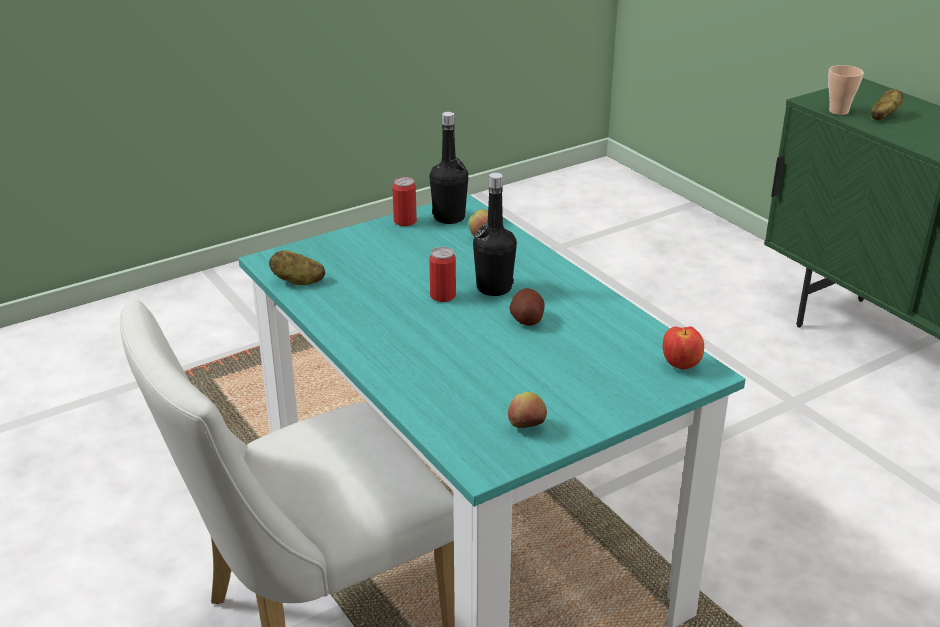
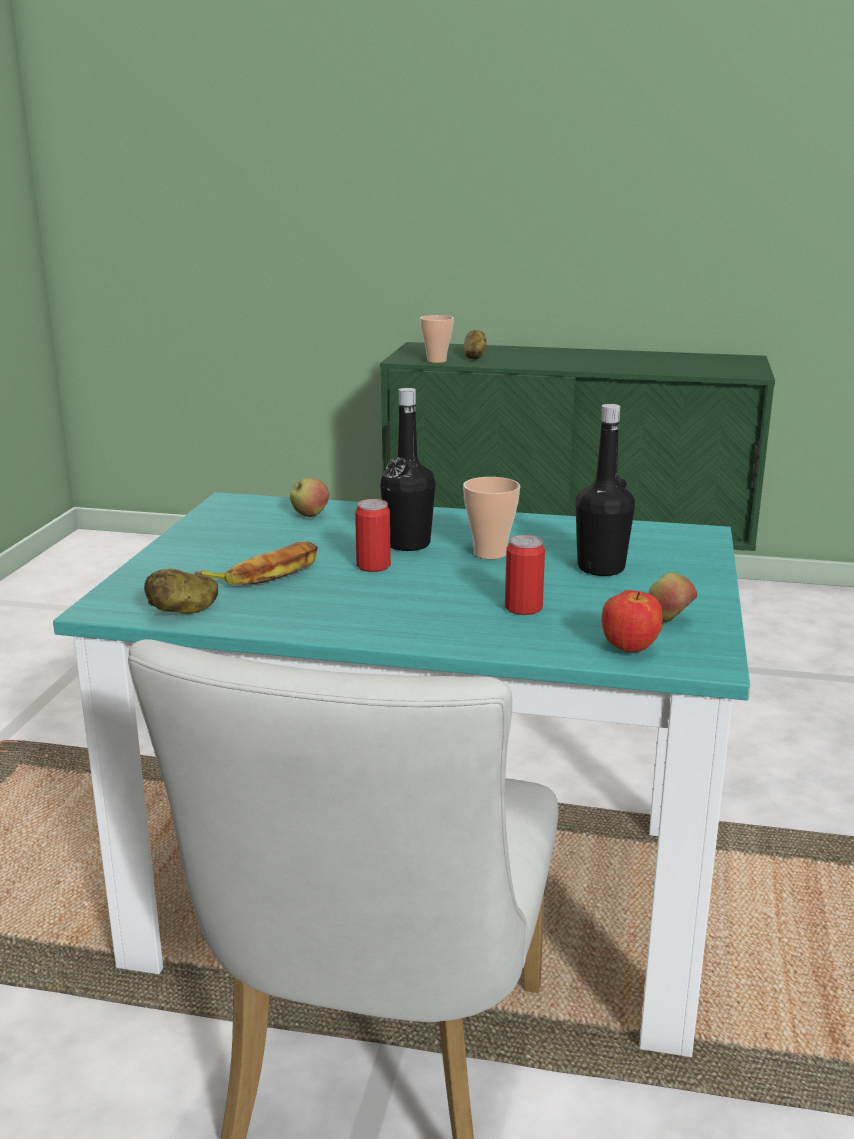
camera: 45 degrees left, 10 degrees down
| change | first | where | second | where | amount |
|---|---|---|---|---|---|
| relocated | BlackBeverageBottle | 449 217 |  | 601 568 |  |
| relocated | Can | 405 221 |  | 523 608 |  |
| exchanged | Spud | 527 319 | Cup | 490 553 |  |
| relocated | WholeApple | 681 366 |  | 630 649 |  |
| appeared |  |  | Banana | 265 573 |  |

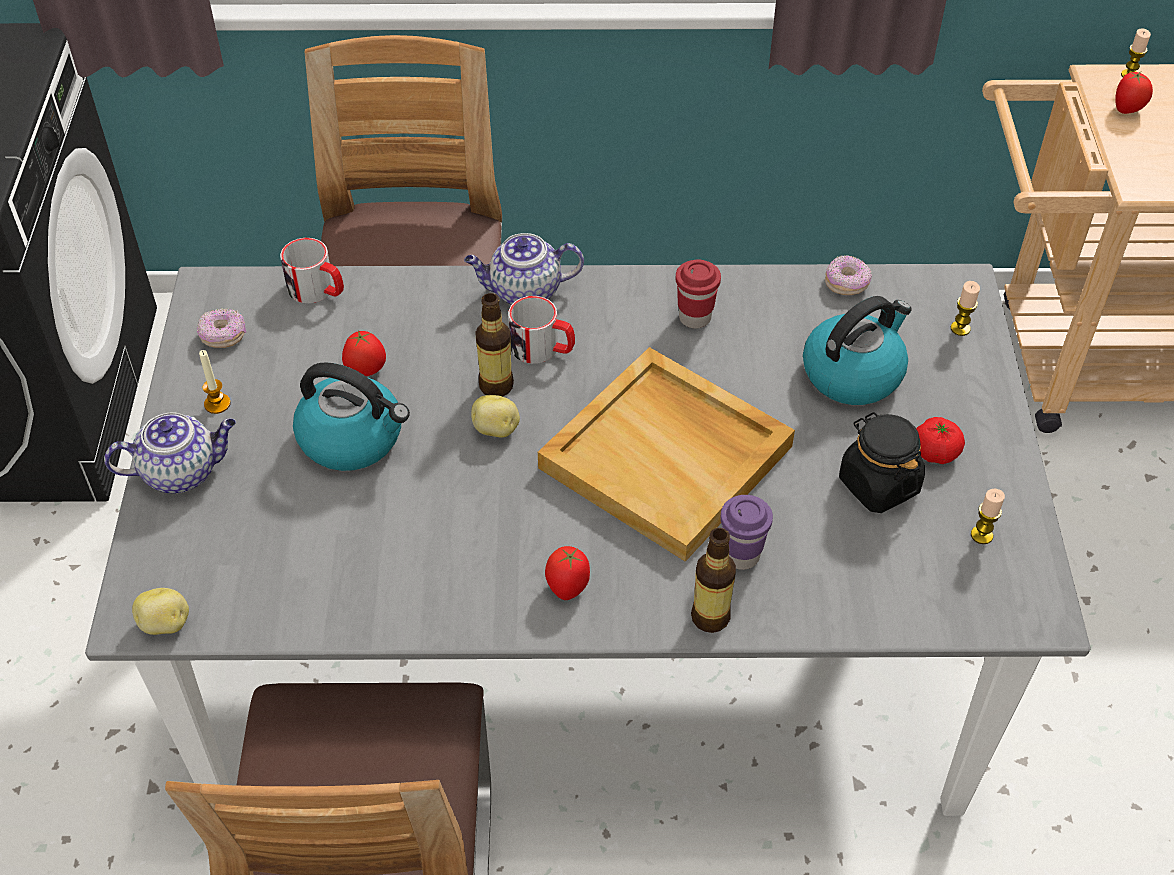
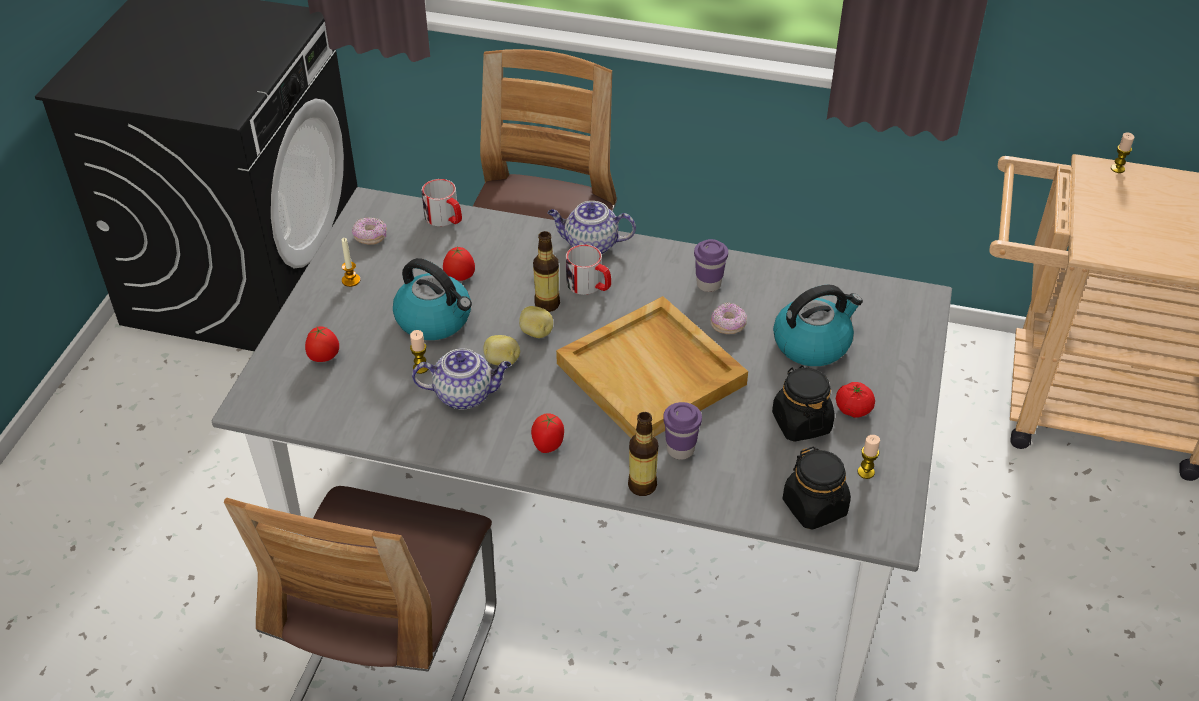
camera: 15 degrees right, 5 degrees down
| change | first | where | second | where | amount |
|---|---|---|---|---|---|
| relocated | WholeTomato | 1127 110 |  | 324 358 |  |
| relocated | RingDoughnut | 846 284 |  | 728 325 |  |
| colour | ReddishCup | 695 318 | PurpleCup | 708 284 |  |
| relocated | WaxCandle | 960 328 |  | 420 368 |  |
| relocated | PotForTea | 182 471 |  | 465 394 |  |
| relocated | Spud | 166 624 |  | 502 361 |  |
| appeared |  |  | BlackPreserveJar | 815 507 |  |

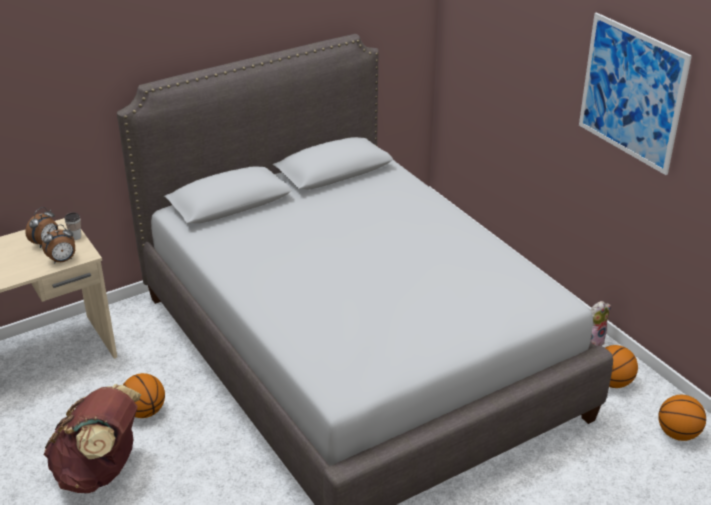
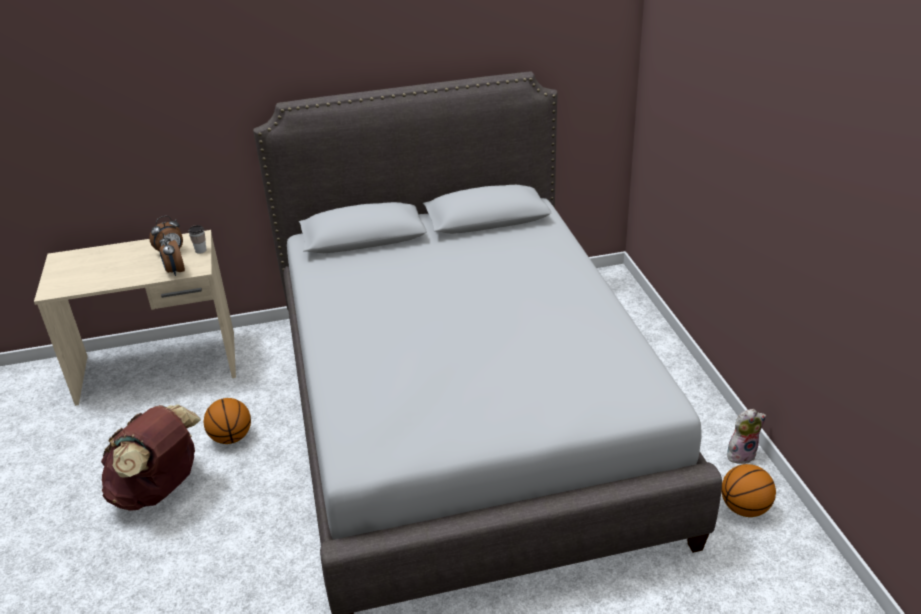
camera: 20 degrees right, 0 degrees up
| change | first | where | second | where | amount |
|---|---|---|---|---|---|
| missing | WallPicture | 631 92 |  |  |  |
| spun | BedsideClock | 62 260 |  | 174 271 | 75 degrees clockwise |
| missing | BallForBasketball | 678 434 |  |  |  |

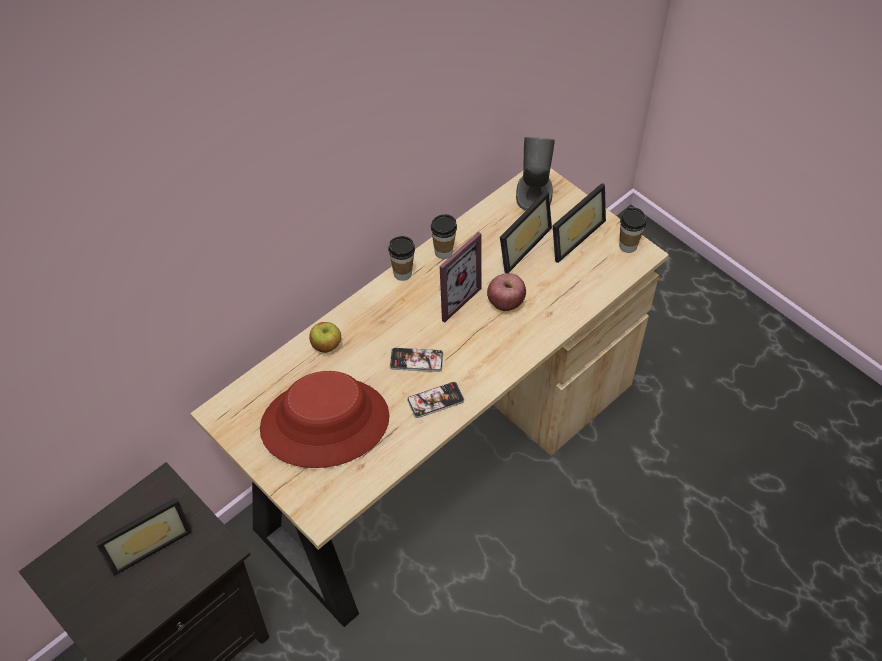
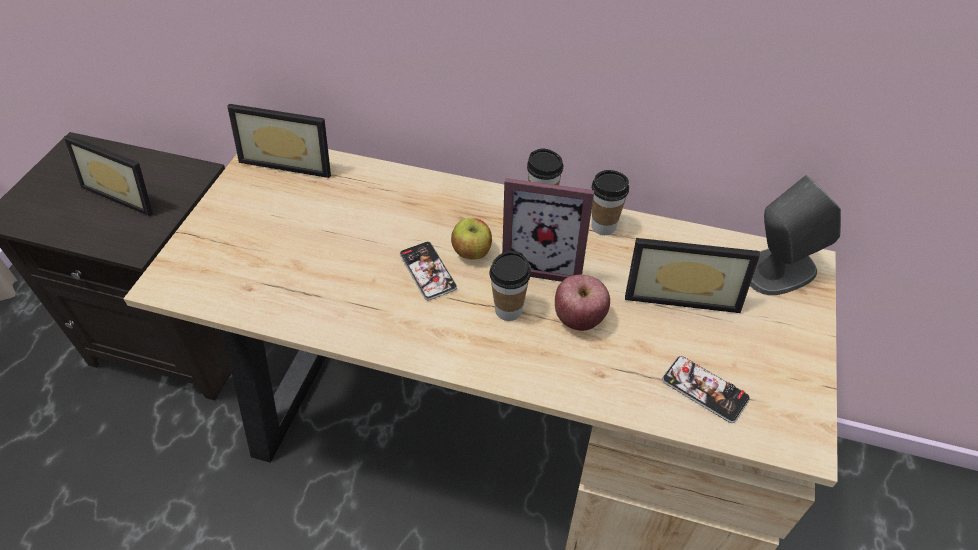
camera: 60 degrees right, 5 degrees down
| change | first | where | second | where | amount |
|---|---|---|---|---|---|
| relocated | StandingFrame | 571 234 |  | 291 159 |  |
| relocated | Cup | 628 246 |  | 508 310 |  |
| relocated | WholeApple | 326 345 |  | 472 252 |  |
| missing | ReddishHat | 325 423 |  |  |  |
| relocated | Phone | 435 400 |  | 705 389 |  |

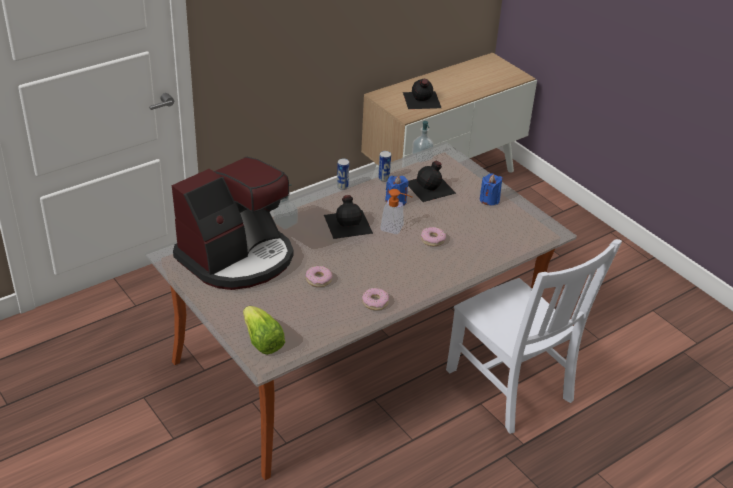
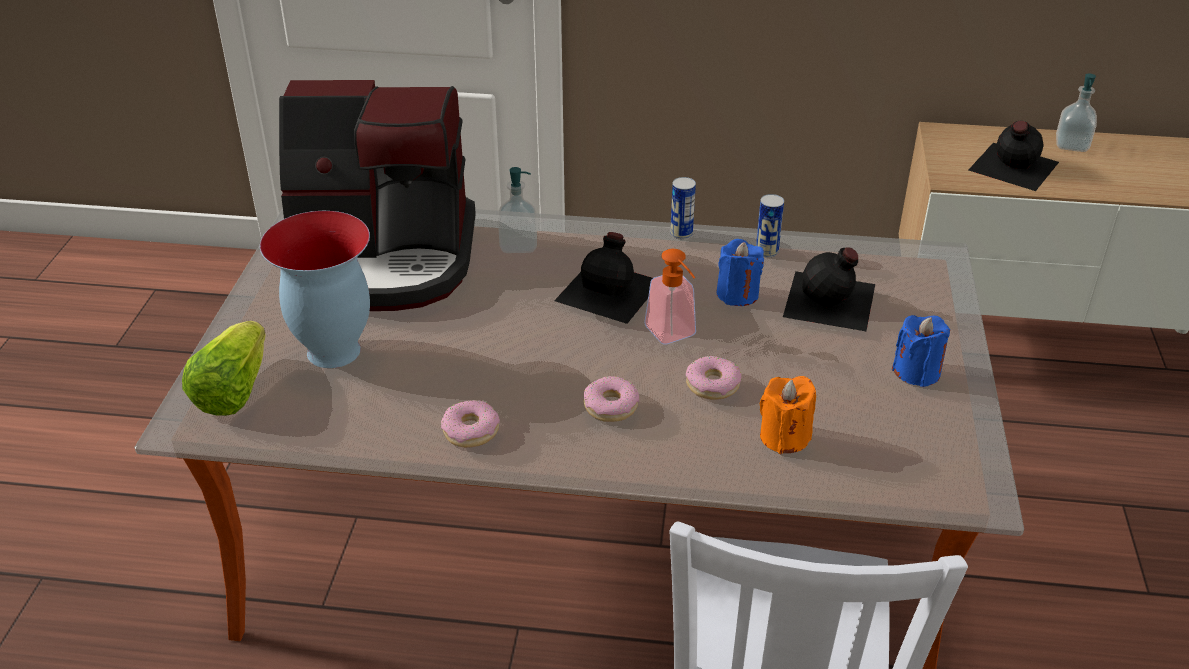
camera: 45 degrees right, 0 degrees up
| change | first | where | second | where | amount |
|---|---|---|---|---|---|
| relocated | LiquidSoapBottle | 422 158 |  | 1071 145 |  |
| relocated | RingDoughnut | 318 280 |  | 610 406 |  |
| appeared |  |  | FlowerVase | 333 352 |  |
| appeared |  |  | OrangeWaxCandle | 784 437 |  |

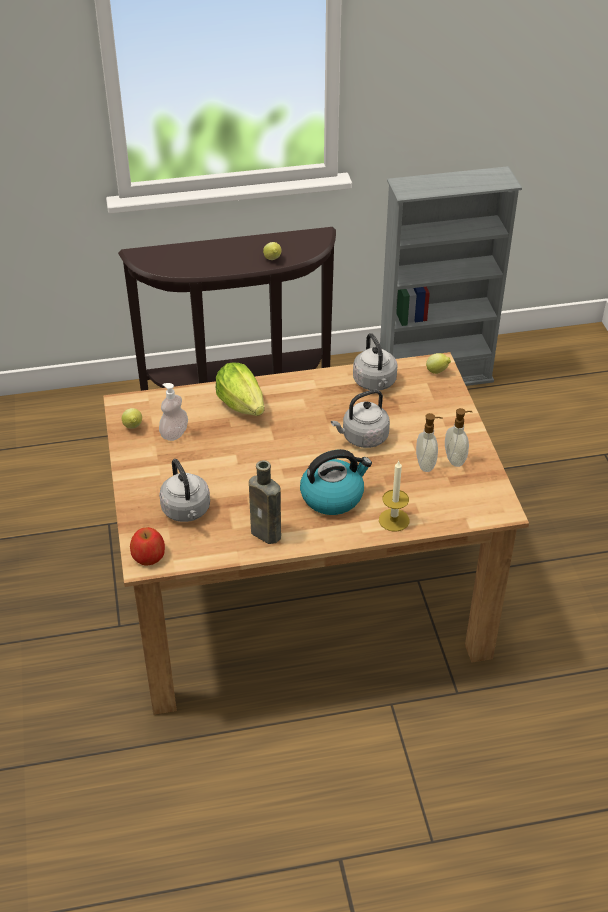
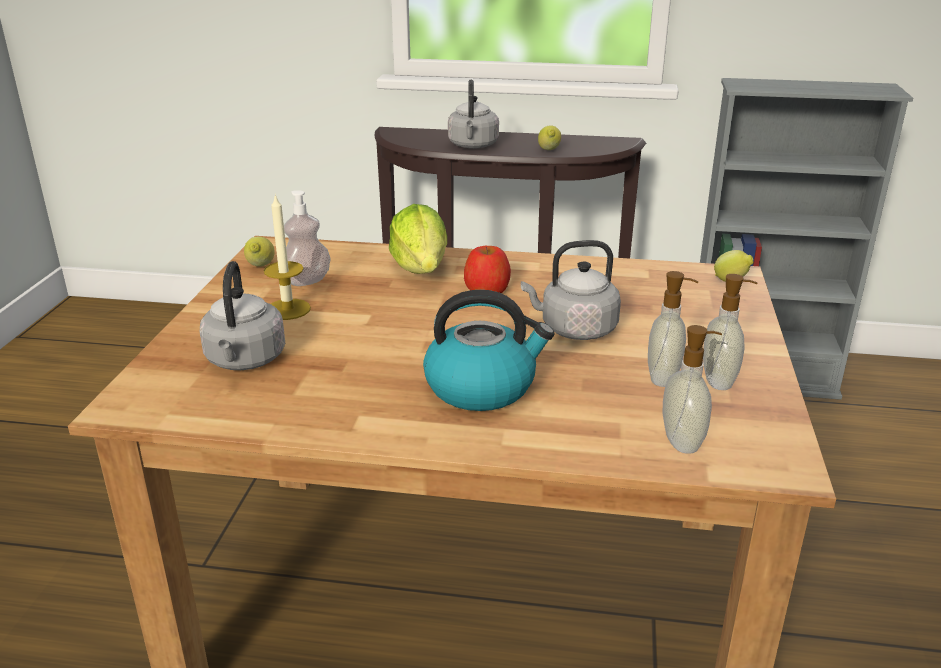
camera: 20 degrees right, 15 degrees down
| change | first | where | second | where | amount |
|---|---|---|---|---|---|
| relocated | GrayTeaKettle | 375 383 |  | 473 146 |  |
| missing | BrownColouredBeverageBottle | 267 534 |  |  |  |
| relocated | WaxCandle | 394 520 |  | 288 309 |  |
| relocated | WholeApple | 148 556 |  | 487 289 |  |
| appeared |  |  | LiquidSoapBottle | 683 441 |  |

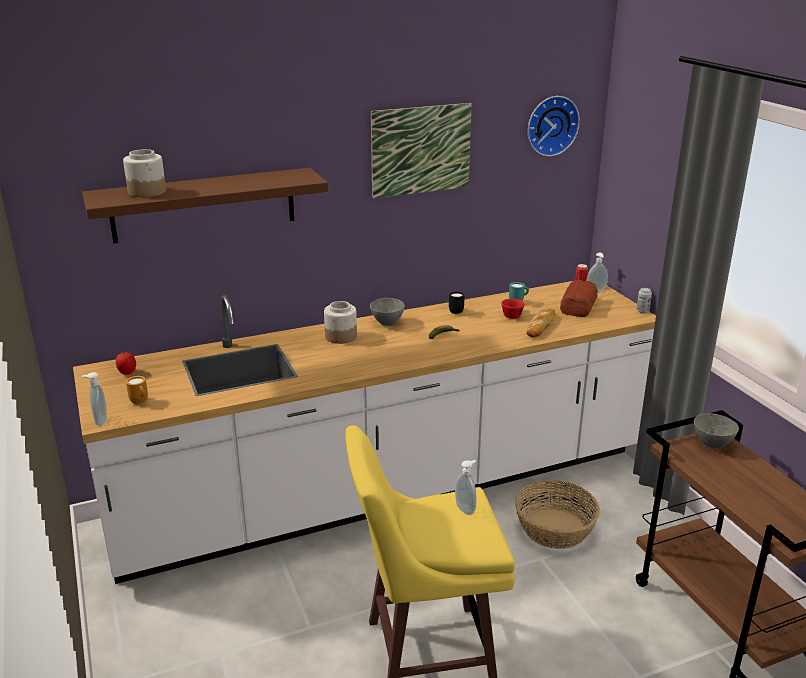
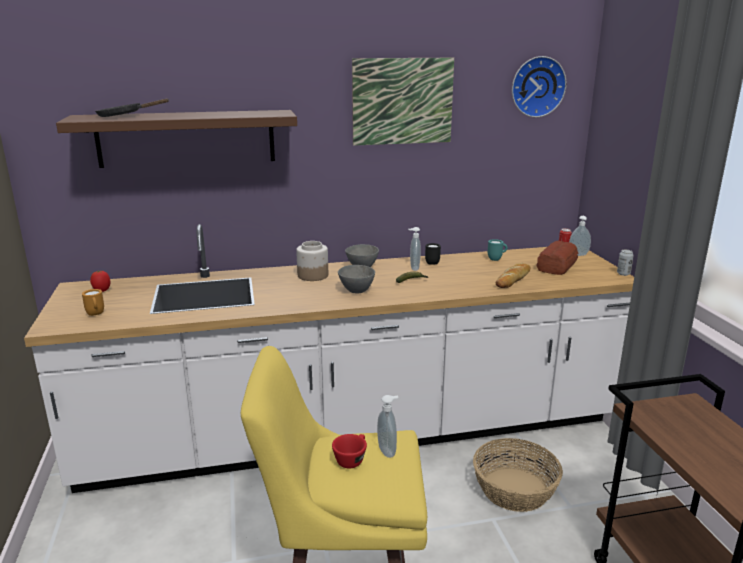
camera: 10 degrees right, 5 degrees down
| change | first | where | second | where | amount |
|---|---|---|---|---|---|
| exchanged | PreserveJar | 147 192 | BlackFryingPan | 124 116 |  |
| relocated | ReddishCup | 512 315 |  | 351 459 |  |
| relocated | LiquidSoapBottle | 99 421 |  | 413 268 |  |
| relocated | GrayServingBowl | 711 444 |  | 356 291 |  |

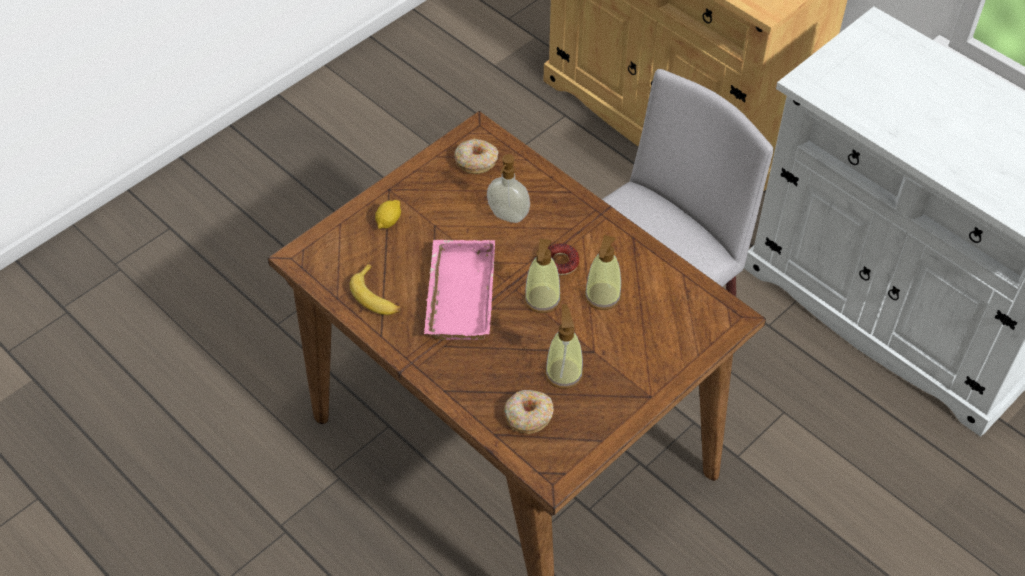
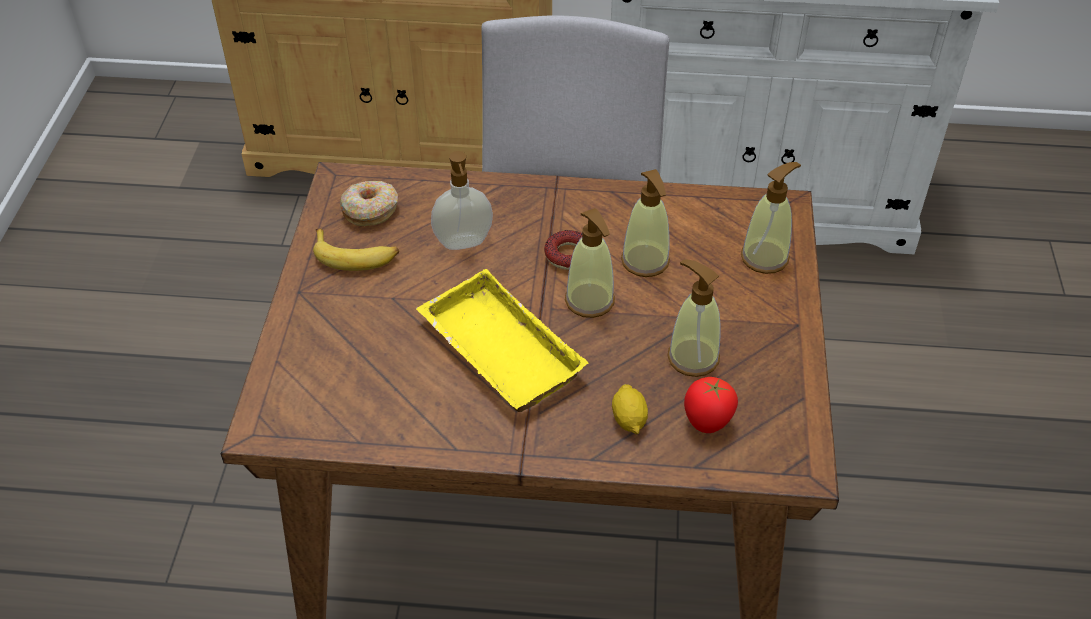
camera: 40 degrees left, 5 degrees down
| change | first | where | second | where | amount |
|---|---|---|---|---|---|
| relocated | Lemon | 388 221 |  | 629 419 |  |
| colour | PinkTray | 457 294 | YellowColouredTray | 495 351 |  |
| relocated | Banana | 377 297 |  | 356 256 |  |
| exchanged | RingDoughnut | 528 415 | WholeTomato | 707 423 |  |
| appeared |  |  | LiquidSoapBottle | 765 257 |  |

